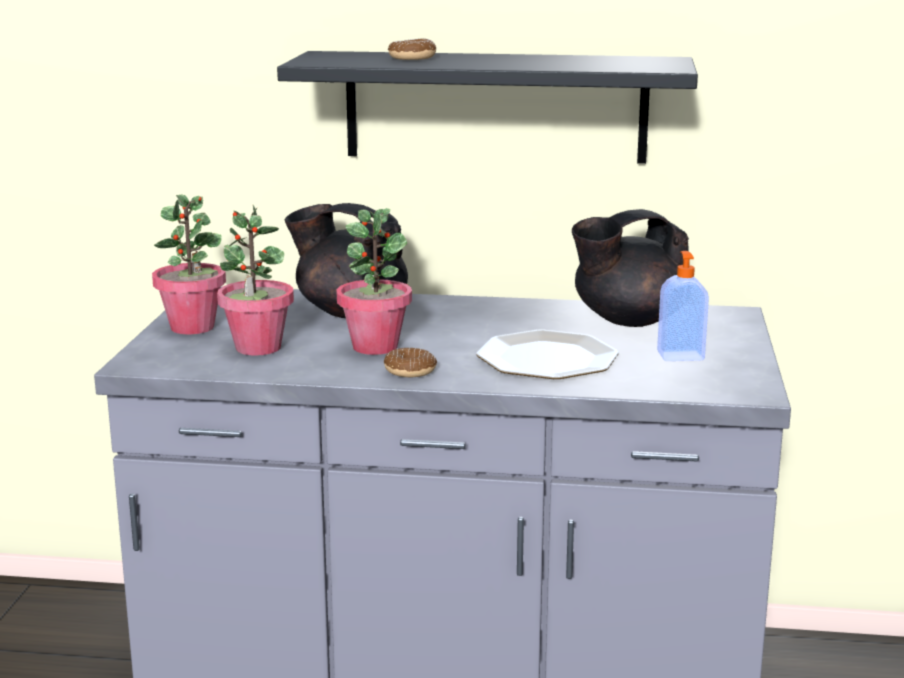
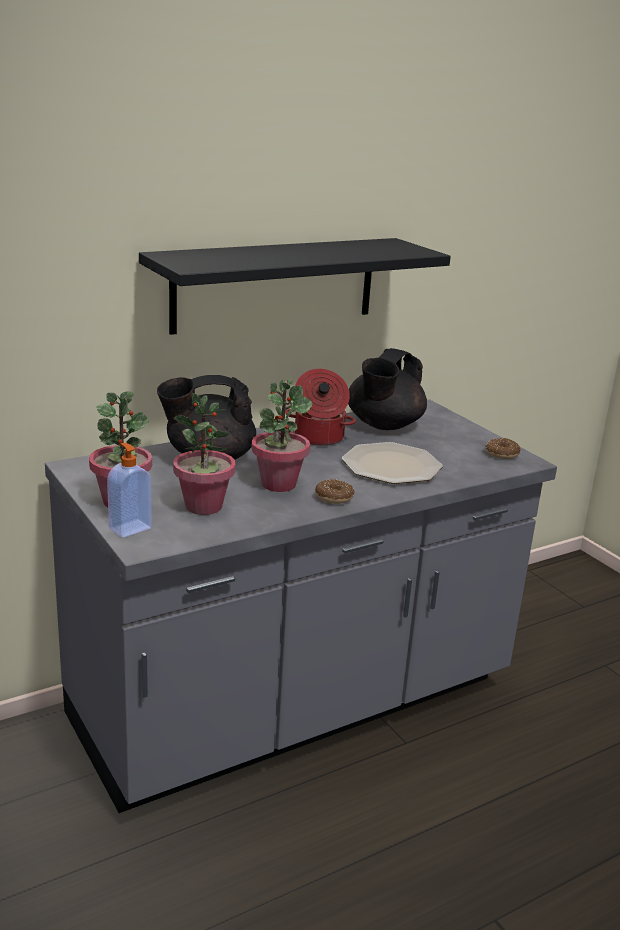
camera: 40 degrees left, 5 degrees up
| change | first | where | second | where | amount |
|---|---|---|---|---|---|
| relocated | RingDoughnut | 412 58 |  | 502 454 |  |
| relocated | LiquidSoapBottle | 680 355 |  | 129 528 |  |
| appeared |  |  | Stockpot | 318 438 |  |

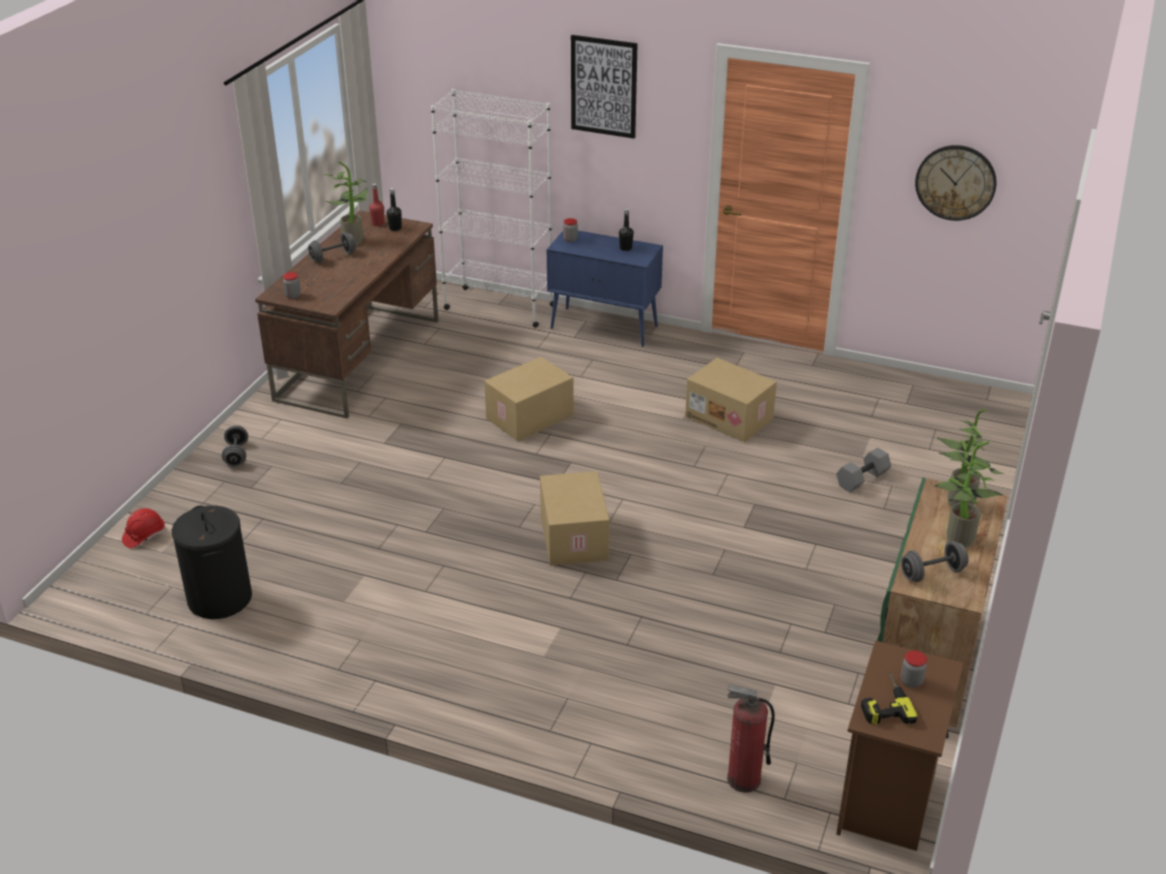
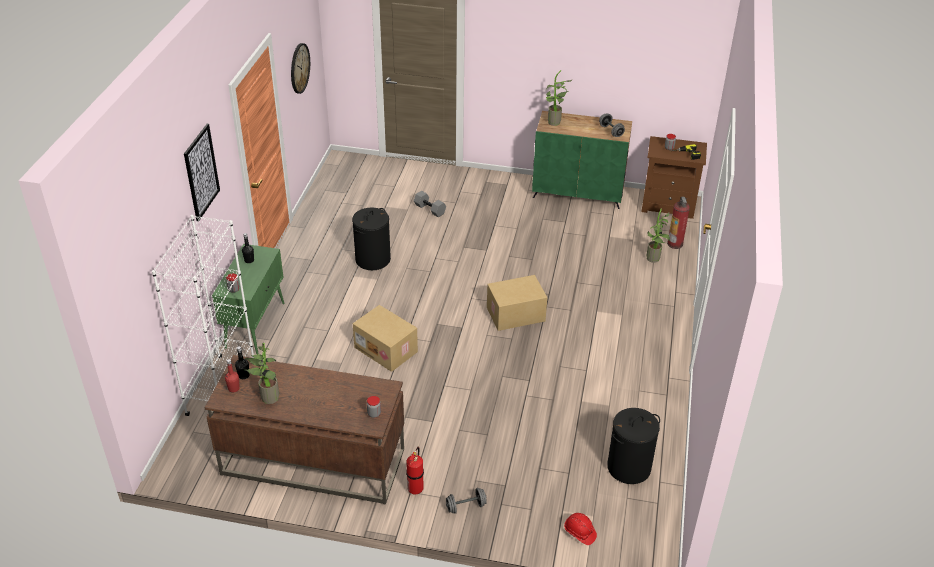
camera: 100 degrees left, 5 degrees up
| change | first | where | second | where | amount |
|---|---|---|---|---|---|
| colour | BluishStorageCabinet | 605 327 | GreenStorageCabinet | 255 325 |  |
| missing | GrayHandWeight | 333 257 |  |  |  |
| exchanged | PackingBox | 730 418 | BlackLaundryBasket | 373 259 |  |
| relocated | PlantInAPot | 957 540 |  | 654 259 |  |
| appeared |  |  | FireExtinguisher | 416 488 |  |

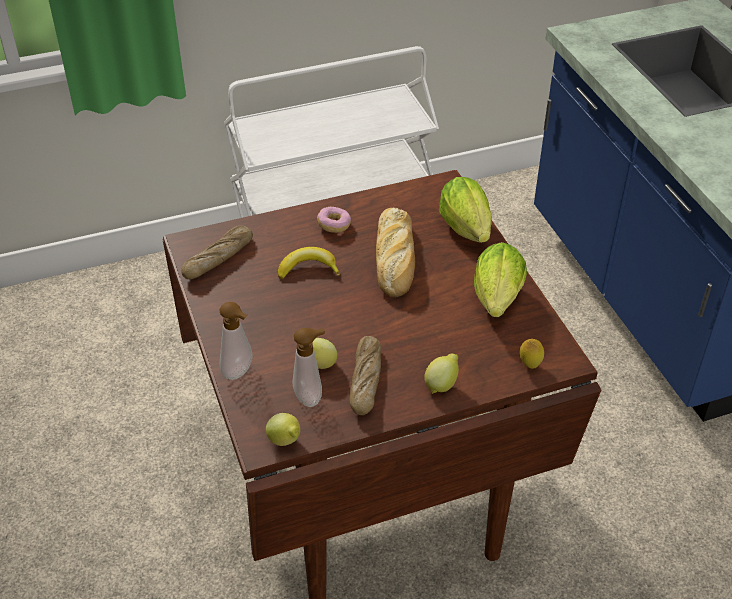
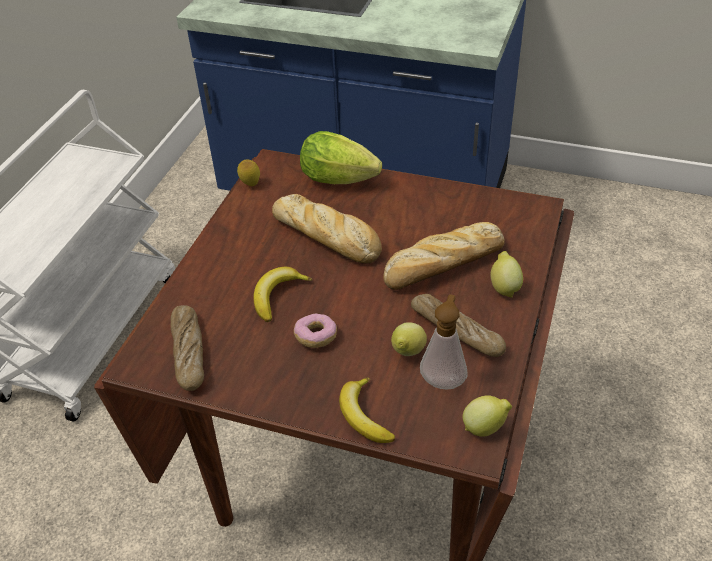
camera: 50 degrees left, 0 degrees up
| change | first | where | second | where | amount |
|---|---|---|---|---|---|
| relocated | RingDoughnut | 334 225 |  | 316 337 |  |
| missing | HeadOfLettuce | 497 302 |  |  |  |
| exchanged | LiquidSoapBottle | 240 372 | Banana | 364 416 |  |
| relocated | Lemon | 530 364 |  | 250 185 |  |
| appeared |  |  | Bread | 442 265 |  |

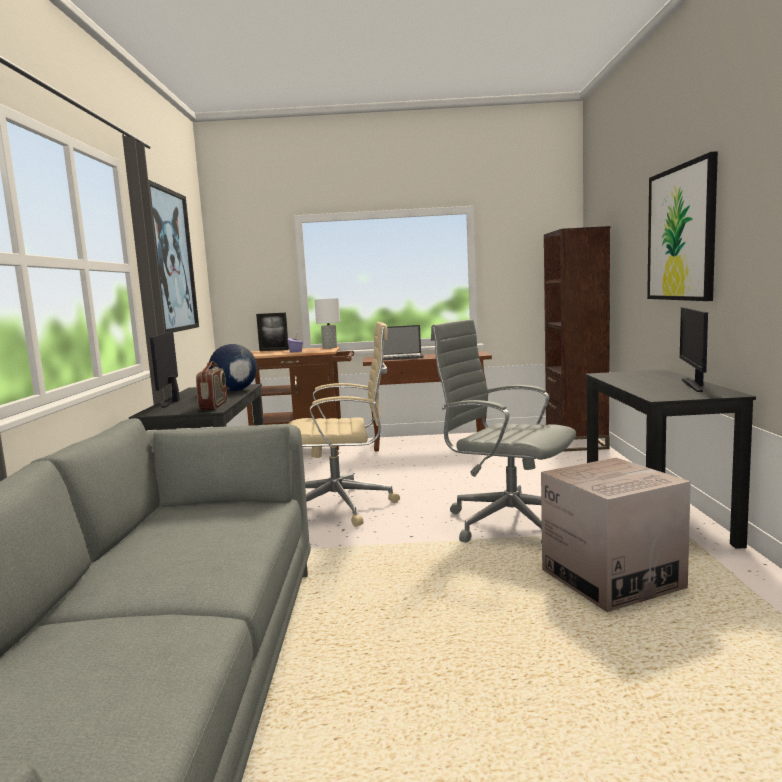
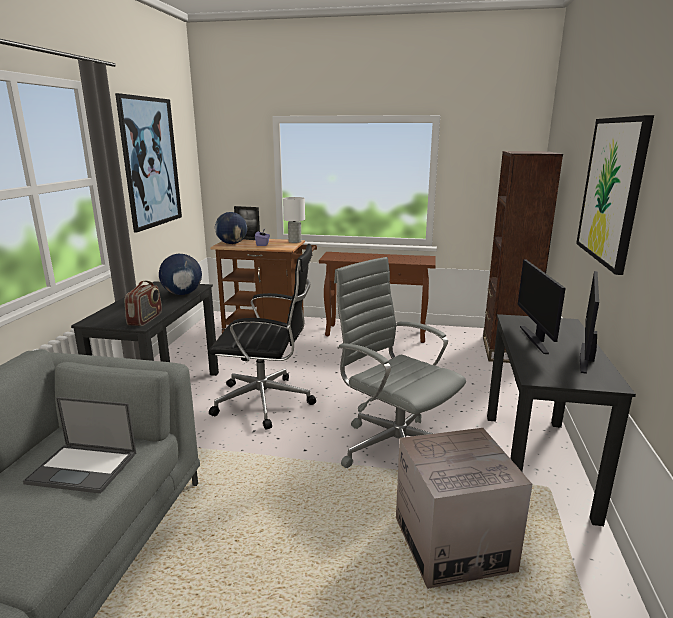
camera: 10 degrees right, 10 degrees up
| change | first | where | second | where | amount |
|---|---|---|---|---|---|
| colour | BeigeOfficeChair | 342 506 | BlackOfficeChair | 266 402 |  |
| relocated | NotebookComputer | 402 357 |  | 84 468 |  |
| relocated | ComputerScreen | 172 401 |  | 535 339 |  |
| appeared |  |  | Globe | 232 243 |  |

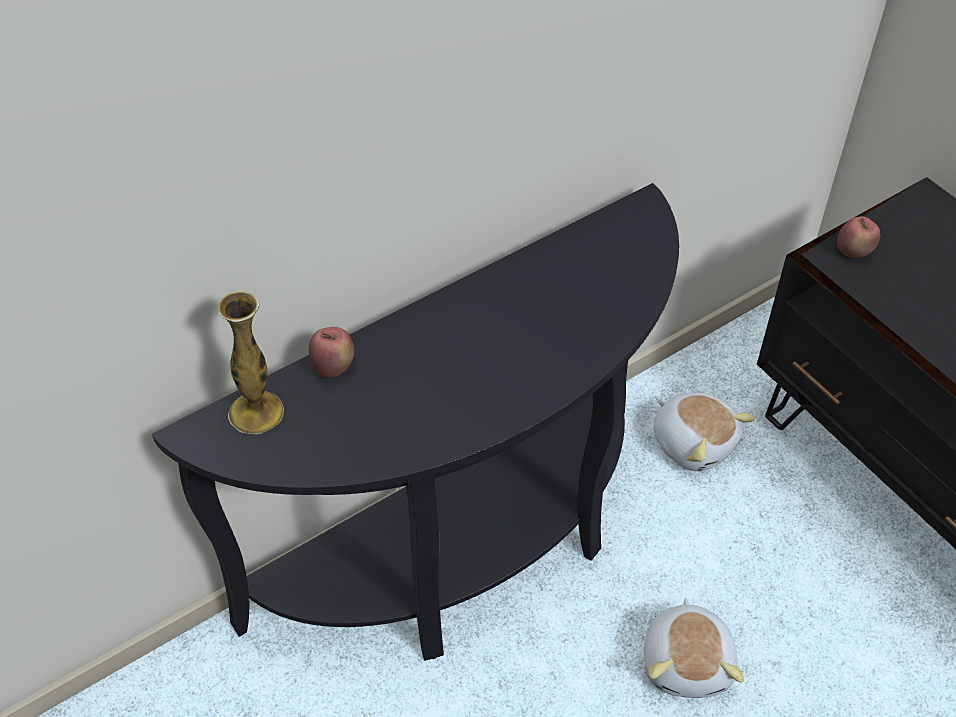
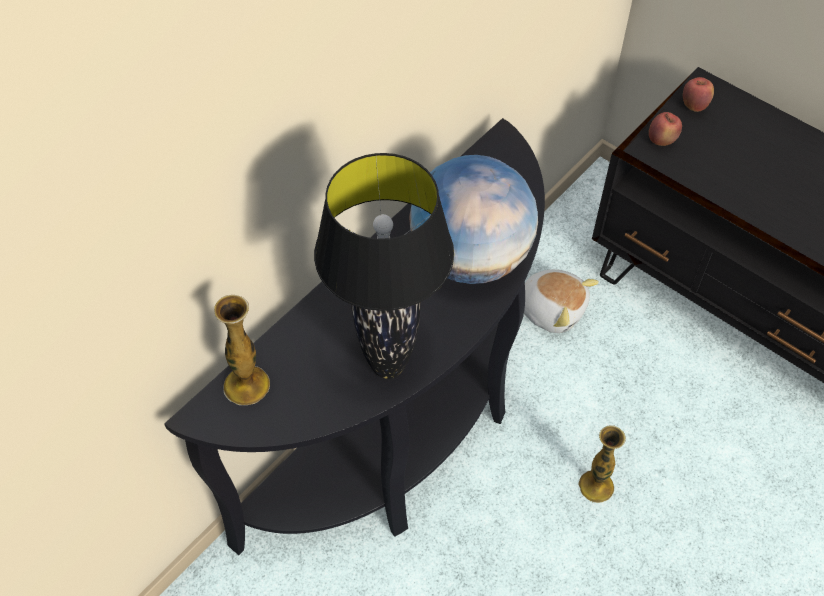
camera: 15 degrees left, 5 degrees up
| change | first | where | second | where | amount |
|---|---|---|---|---|---|
| relocated | WholeApple | 333 367 |  | 694 106 |  |
| exchanged | SoftToy | 688 662 | FlowerVase | 596 486 |  |
| appeared |  |  | BlackLampForATable | 387 365 |  |
| appeared |  |  | Globe | 470 257 |  |

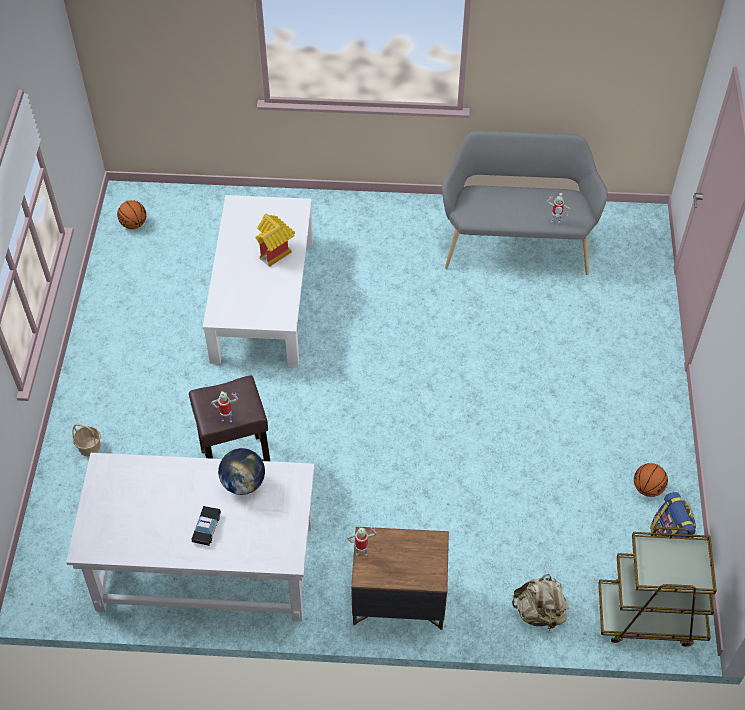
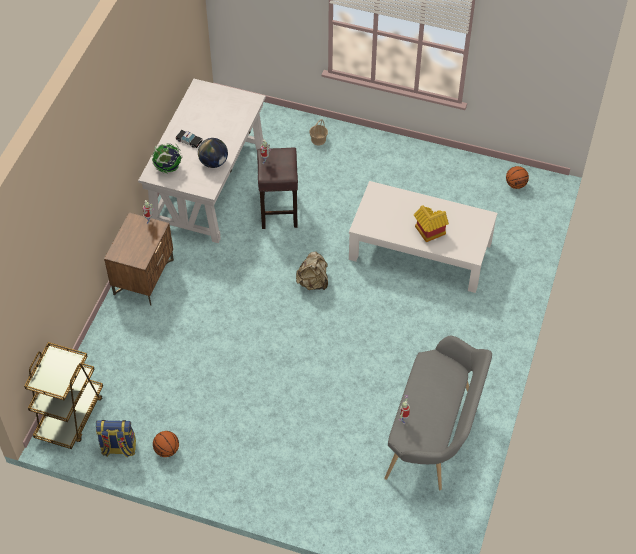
camera: 105 degrees right, 0 degrees up
| change | first | where | second | where | amount |
|---|---|---|---|---|---|
| relocated | BeigeRucksack | 539 612 |  | 313 282 |  |
| appeared |  |  | Globe | 168 168 |  |

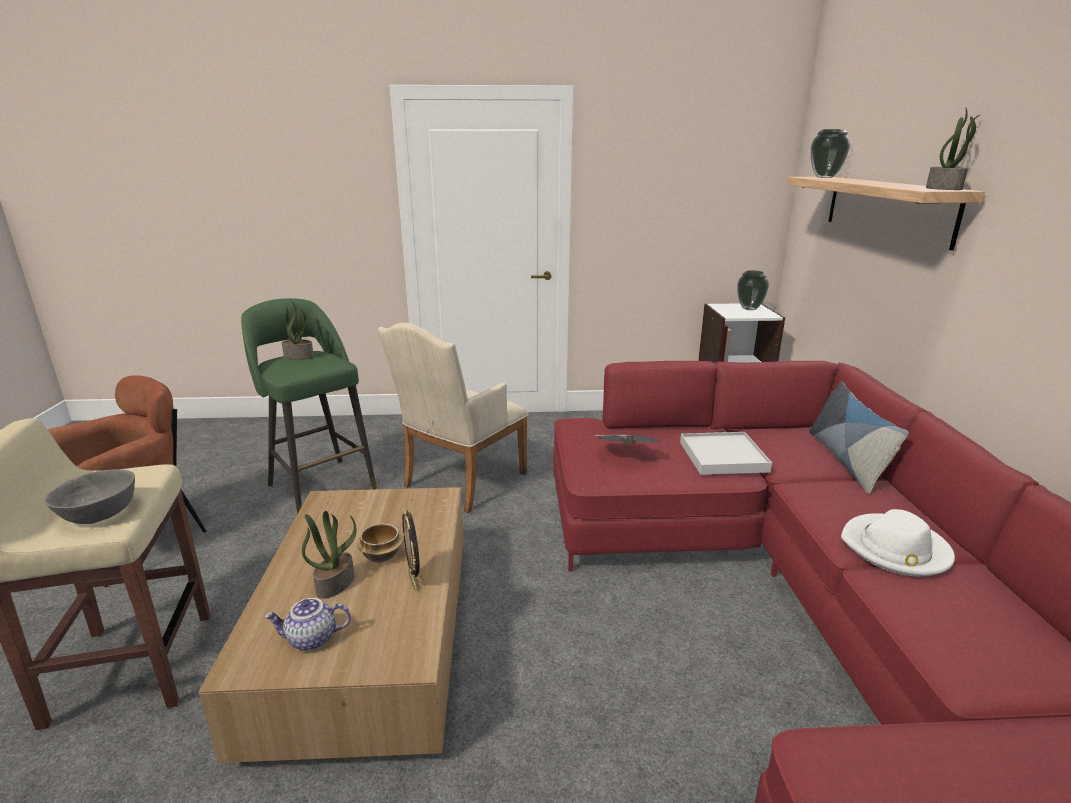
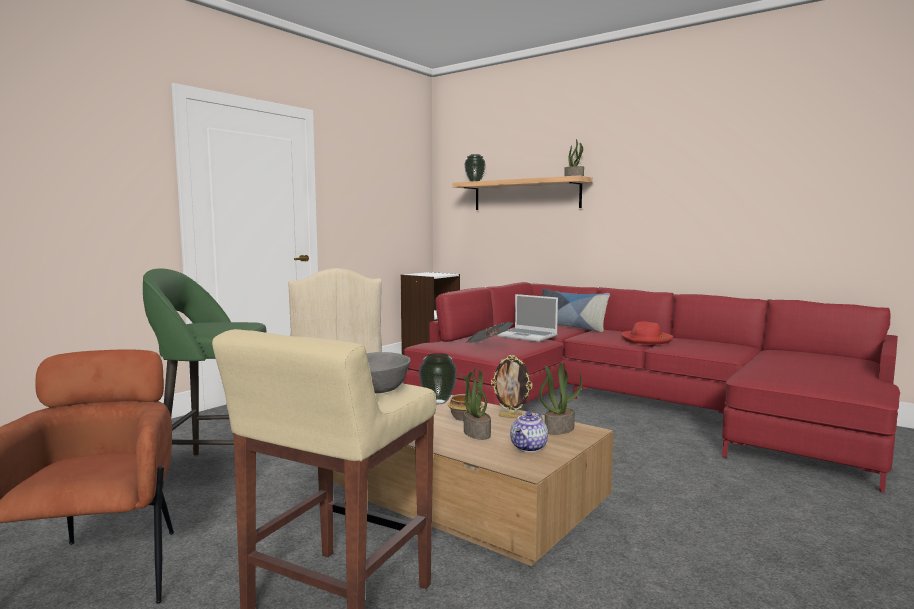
camera: 50 degrees left, 15 degrees down
| change | first | where | second | where | amount |
|---|---|---|---|---|---|
| relocated | FlowerVase | 750 309 |  | 438 402 |  |
| relocated | PlantInAPot | 299 356 |  | 559 429 |  |
| exchanged | WhitishTray | 723 457 | NotebookComputer | 528 336 |  |
| colour | WhitishHat | 895 549 | ReddishHat | 646 340 |  |

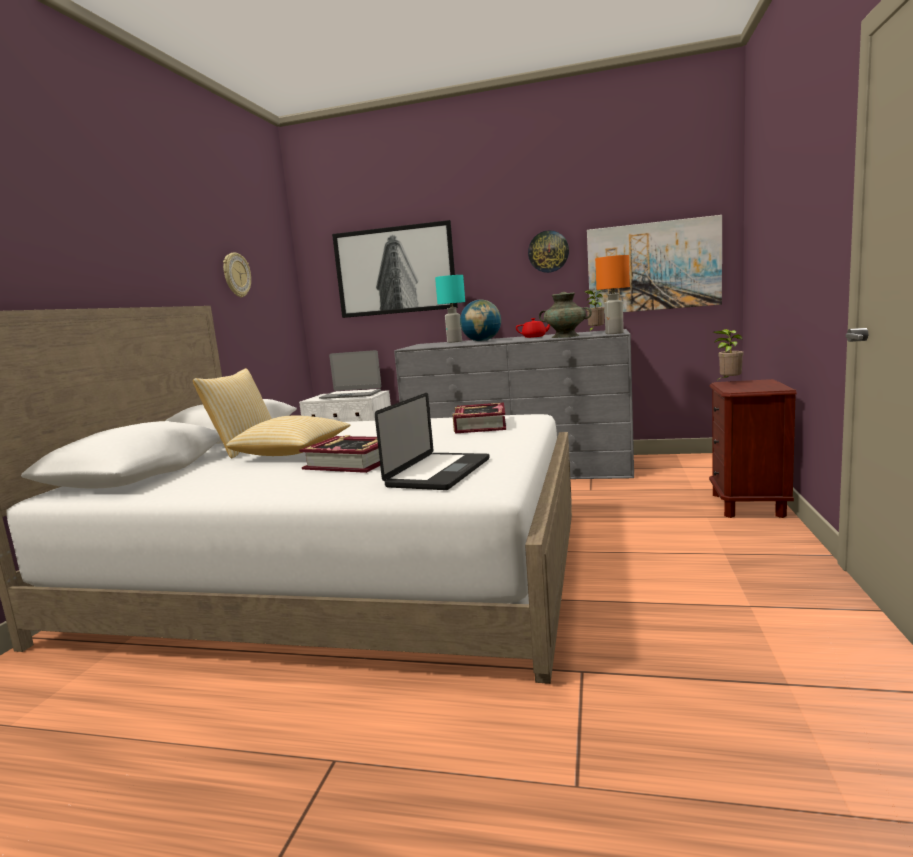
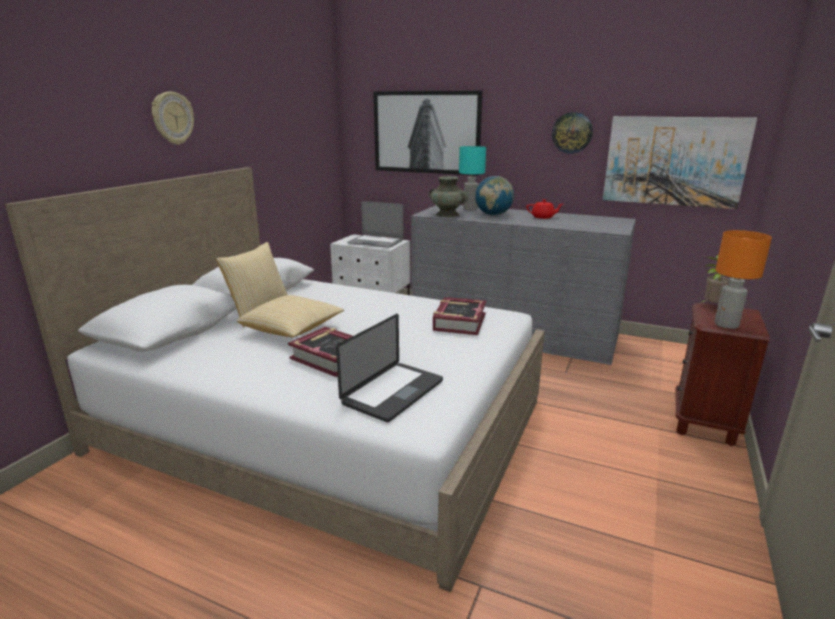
camera: 10 degrees right, 10 degrees up
| change | first | where | second | where | amount |
|---|---|---|---|---|---|
| relocated | ClockOnTheWall | 236 275 |  | 172 118 |  |
| relocated | OrangeLampForATable | 614 333 |  | 726 325 |  |
| missing | PlantInAPot | 595 331 |  |  |  |
| relocated | TurquoiseFlowerVase | 565 336 |  | 447 214 |  |

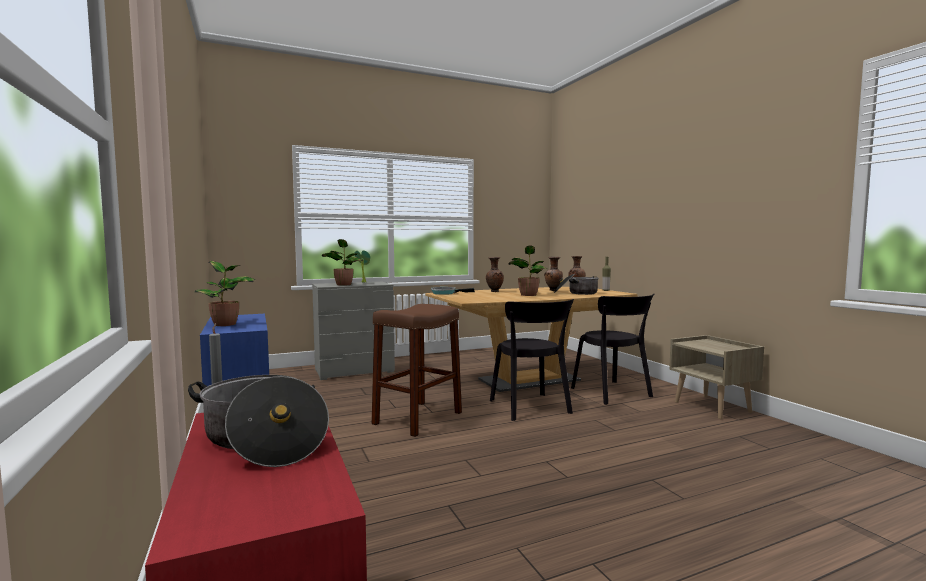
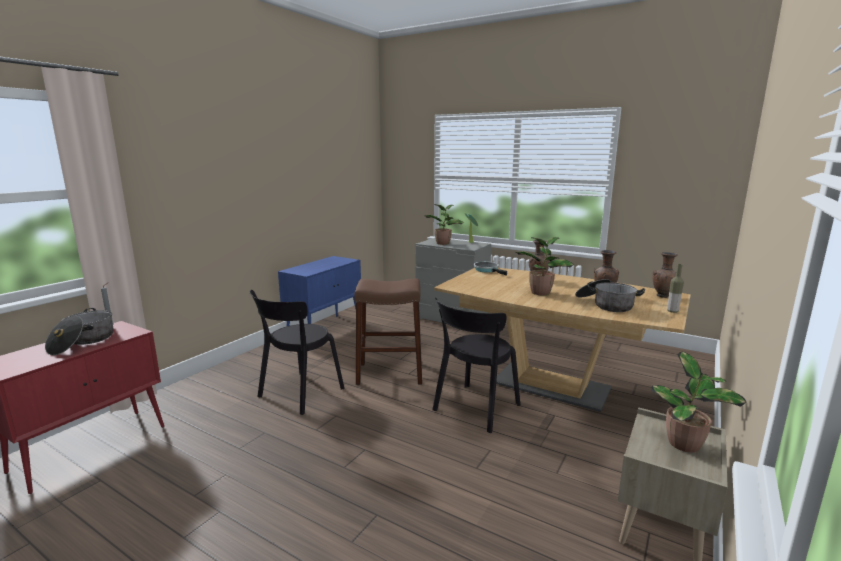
camera: 55 degrees right, 10 degrees up
| change | first | where | second | where | amount |
|---|---|---|---|---|---|
| relocated | PlantInAPot | 226 324 |  | 686 445 |  |
| relocated | BlackChair | 613 393 |  | 298 394 |  |

